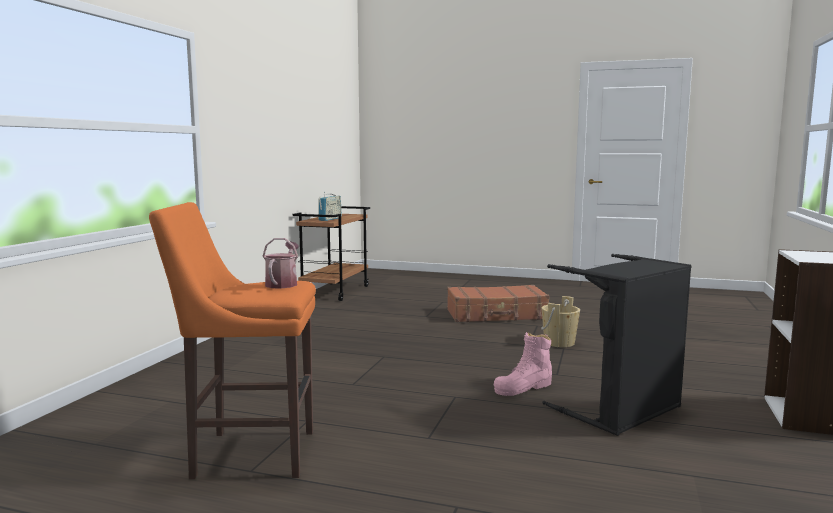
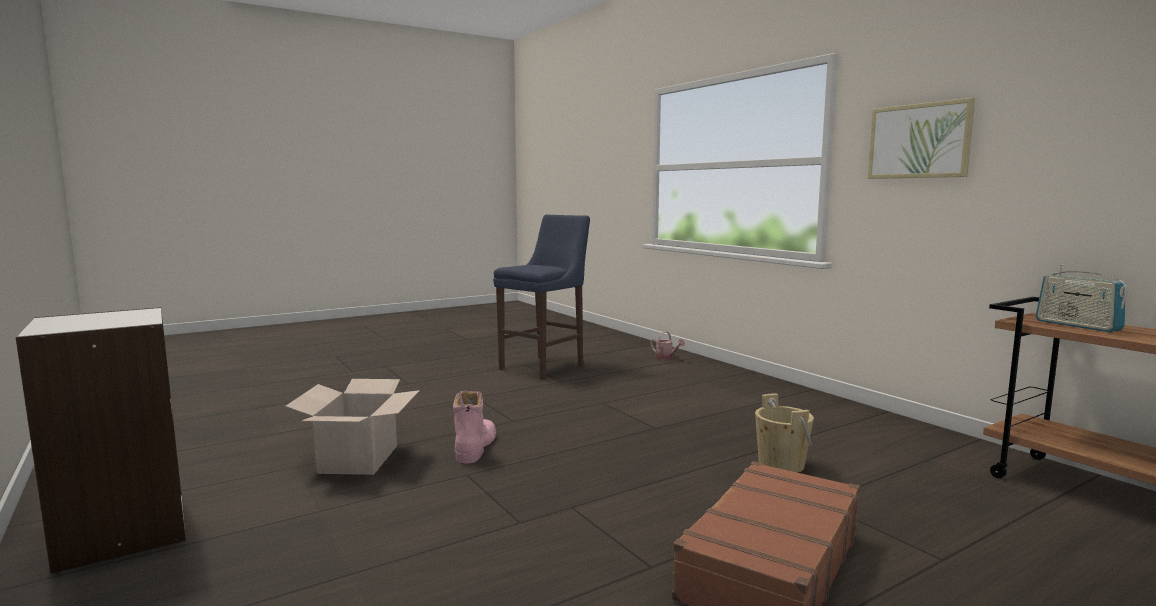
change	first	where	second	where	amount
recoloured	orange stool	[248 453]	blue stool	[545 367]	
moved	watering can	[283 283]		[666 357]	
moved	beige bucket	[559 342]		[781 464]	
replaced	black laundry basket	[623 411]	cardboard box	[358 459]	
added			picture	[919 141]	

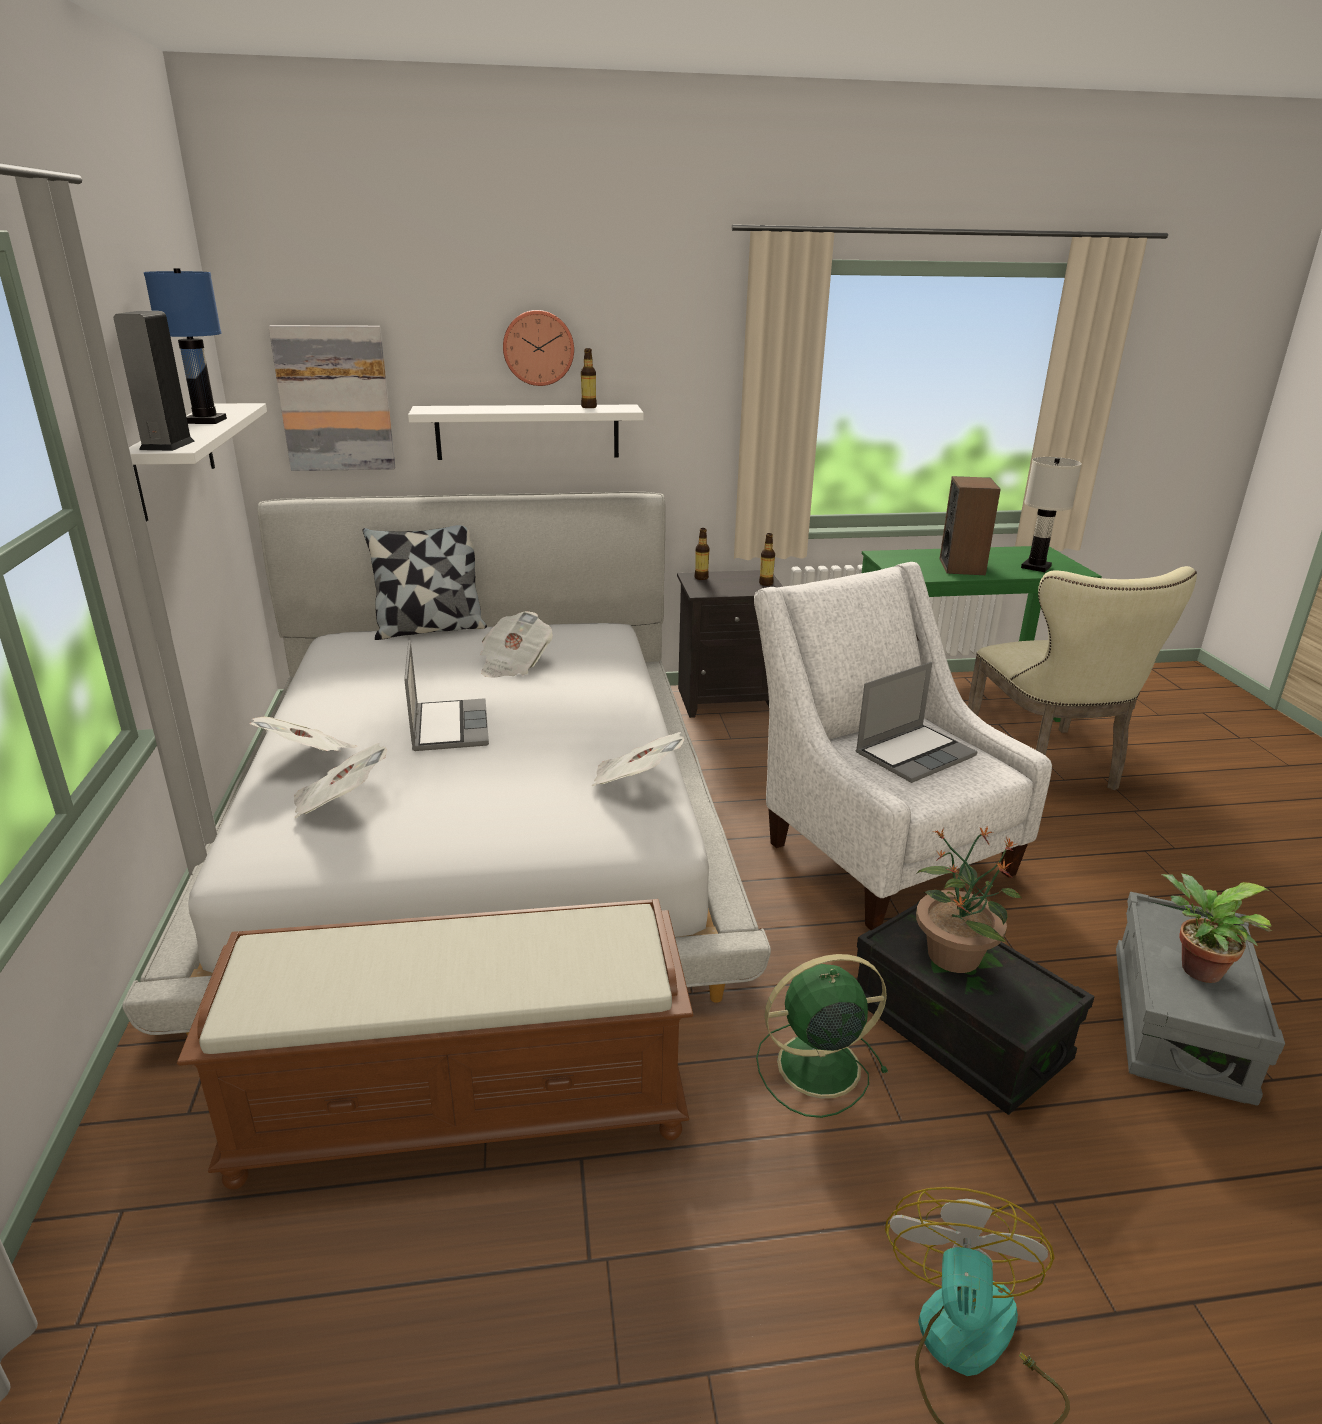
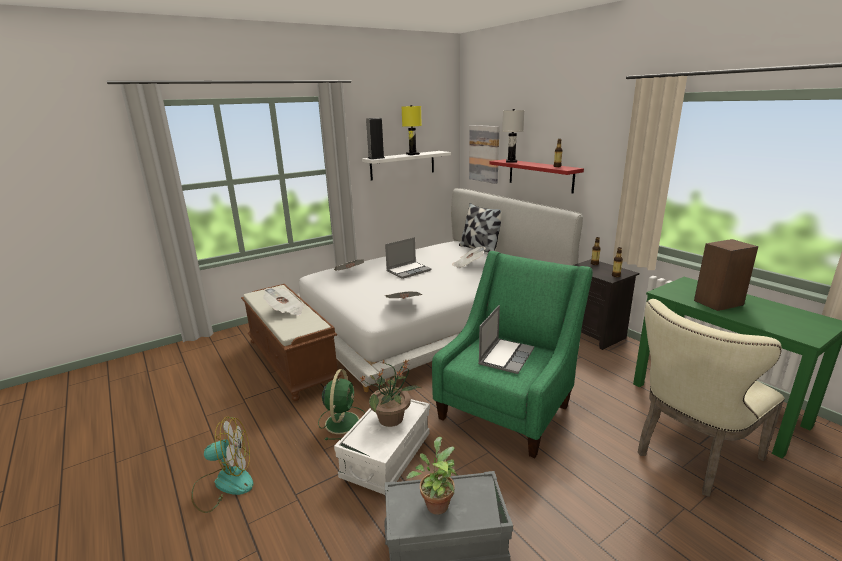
change	first	where	second	where	amount
recoloured	blue table lamp	[206 421]	yellow table lamp	[413 154]	
moved	newspaper	[308 756]		[286 311]	
recoloured	white shelf	[528 432]	red shelf	[540 175]	
removed	wall clock	[538 348]			
recoloured	white armchair	[878 849]	green armchair	[508 407]	
turned	green fan	[815 1066]		[342 421]	45 degrees clockwise
turned	laptop	[914 754]		[506 356]	90 degrees counterclockwise
recoloured	black storage box	[958 1030]	white storage box	[386 456]	
moved	white table lamp	[1035 567]		[511 161]	

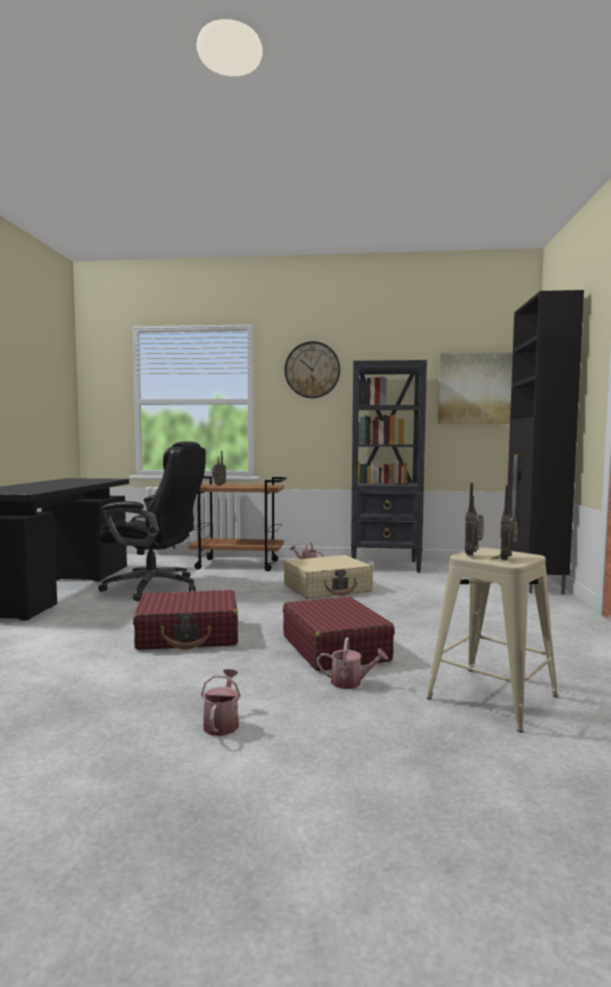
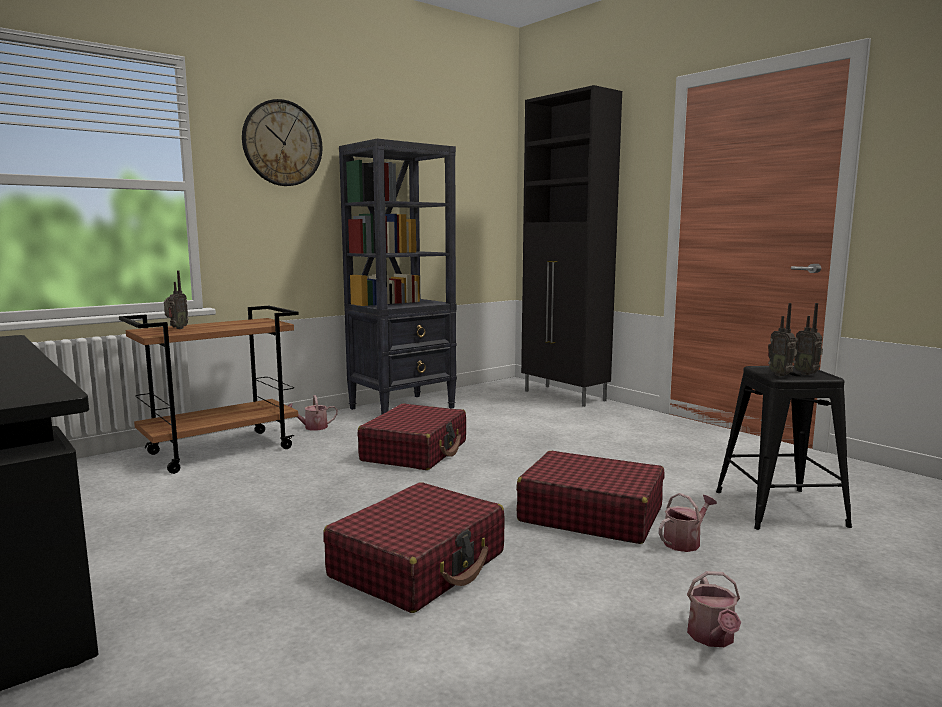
change	first	where	second	where	amount
removed	black office chair	[154 587]			
turned	watering can	[222 723]		[712 638]	135 degrees counterclockwise
recoloured	beige suitcase	[327 589]	red suitcase	[415 451]	
recoloured	beige stool	[492 697]	black stool	[779 508]	
removed	picture	[474 389]			

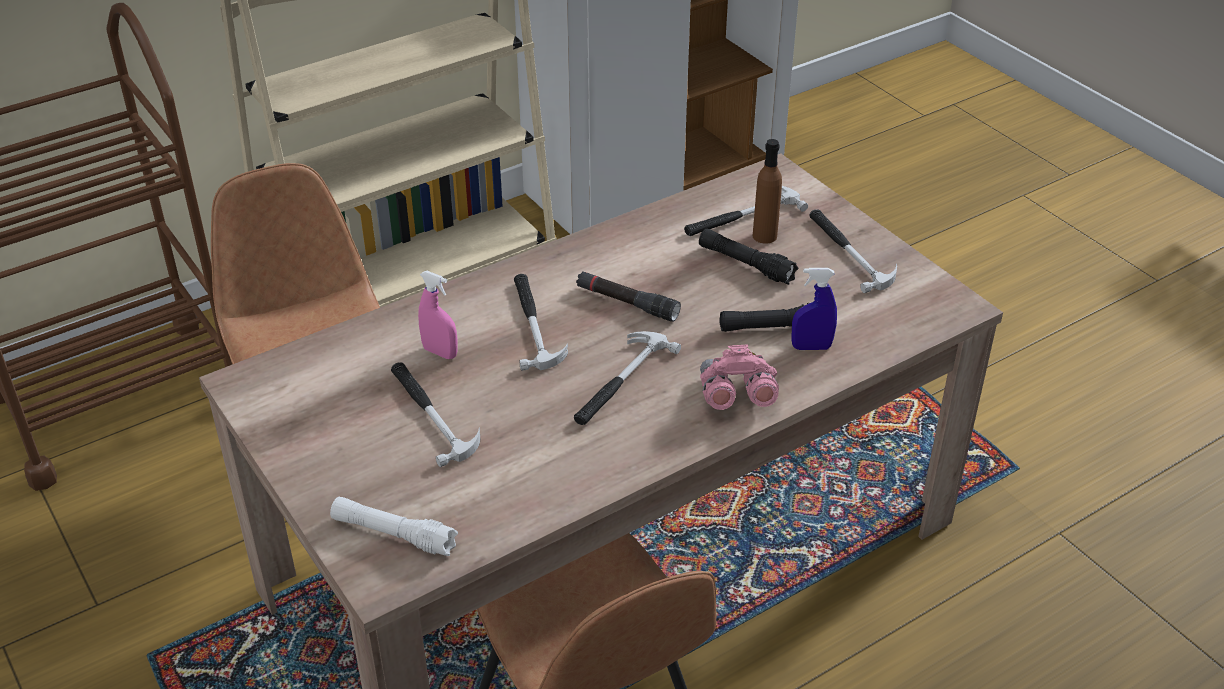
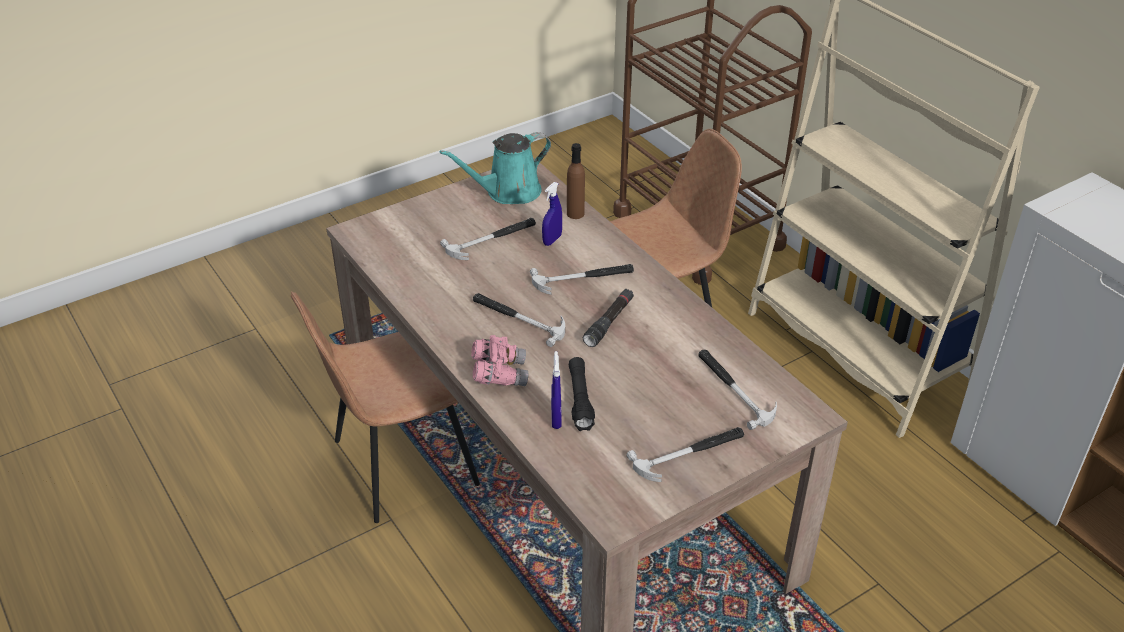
change	first	where	second	where	amount
removed	white flashlight	[393 534]			
recoloured	pink spray bottle	[440 352]	blue spray bottle	[552 240]	
removed	black flashlight	[746 264]			
moved	brown bottle	[764 236]		[575 214]	
added			turquoise watering can	[508 192]	

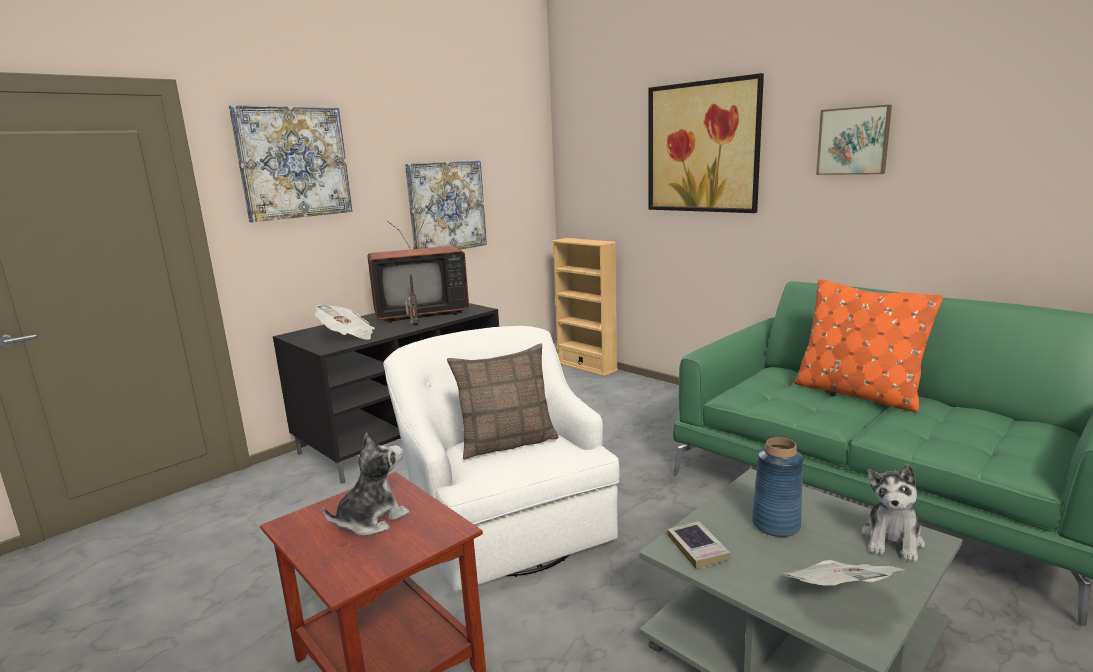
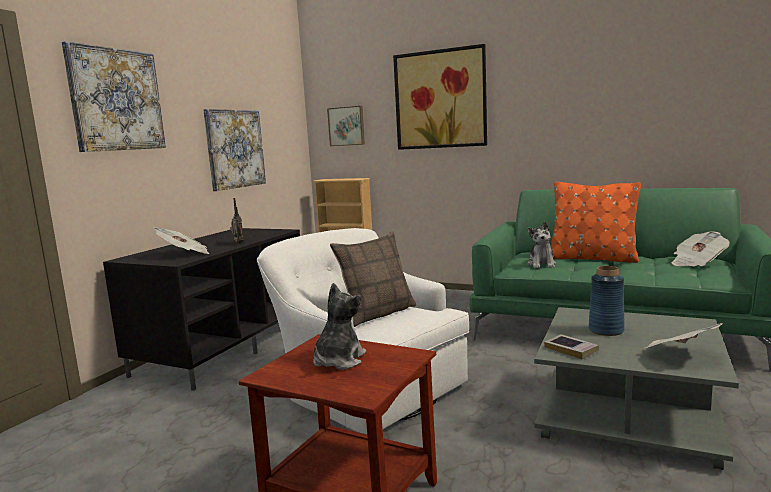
change	first	where	second	where	amount
removed	television	[419 313]			
moved	picture	[853 141]		[347 126]	
moved	plush toy	[892 540]		[541 264]	
added			newspaper	[697 263]	

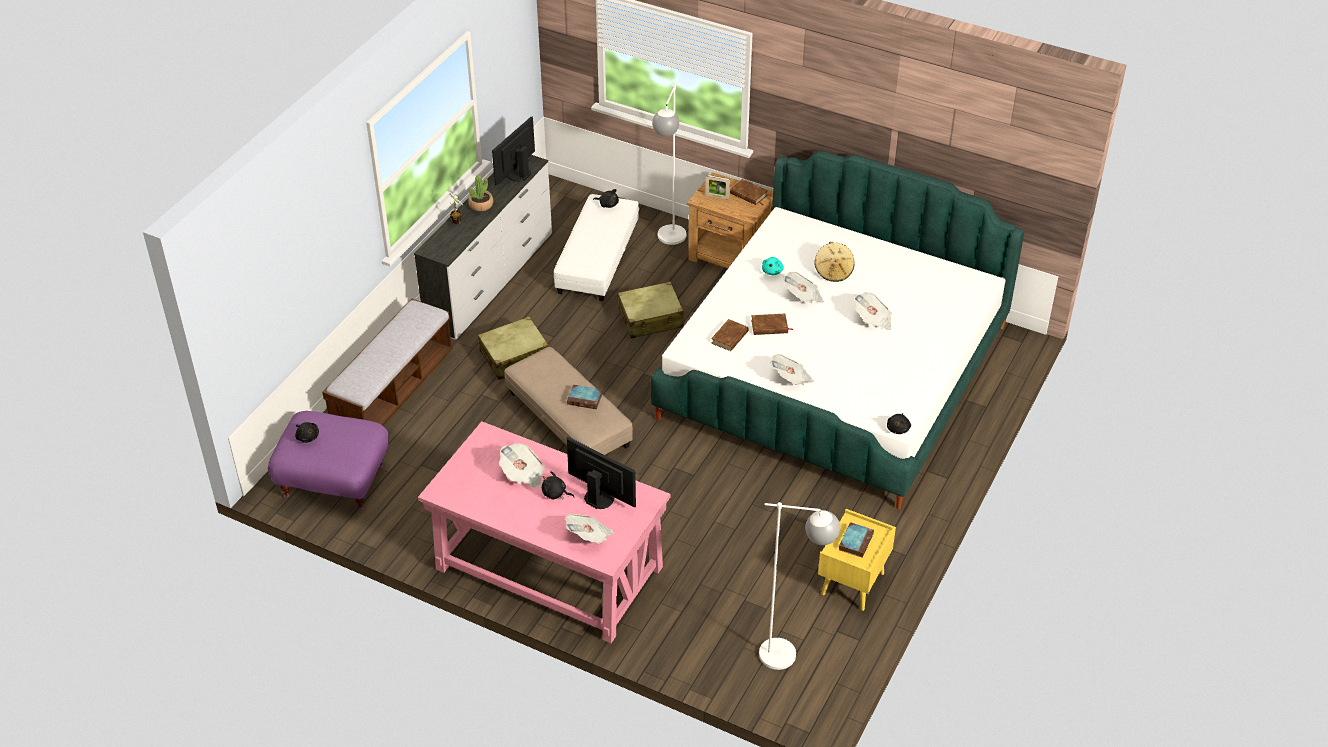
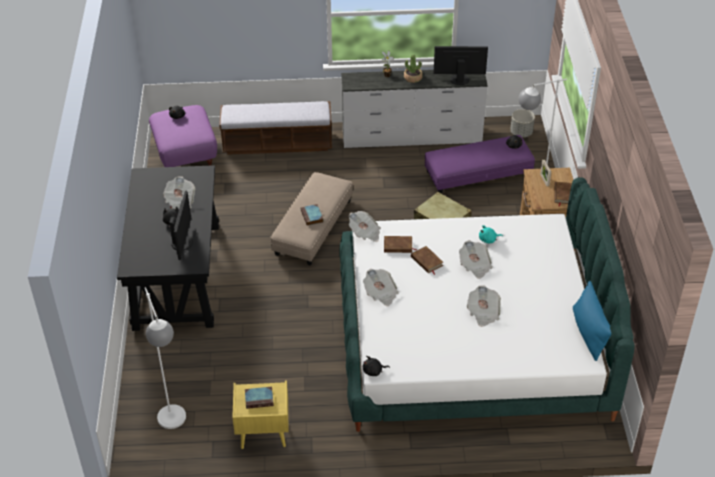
change	first	where	second	where	amount
recoloured	pink desk	[549 568]	black desk	[177 275]	
removed	beige suitcase	[515 356]			
recoloured	white ottoman	[597 259]	purple ottoman	[478 174]	
moved	newspaper	[589 536]		[365 233]	
removed	beige hat	[833 271]			
added			grey planter	[521 133]	
added			blue pillow	[589 333]	

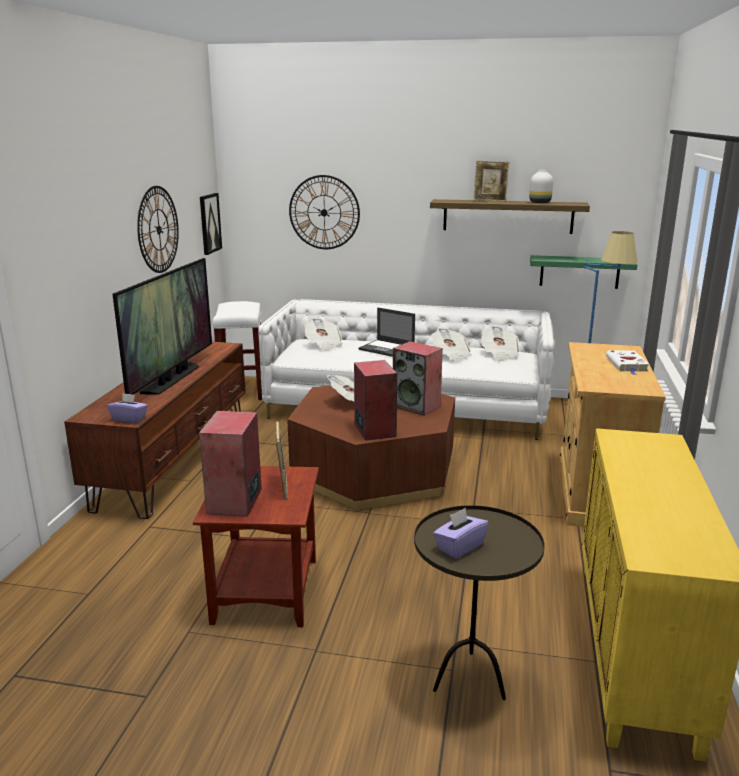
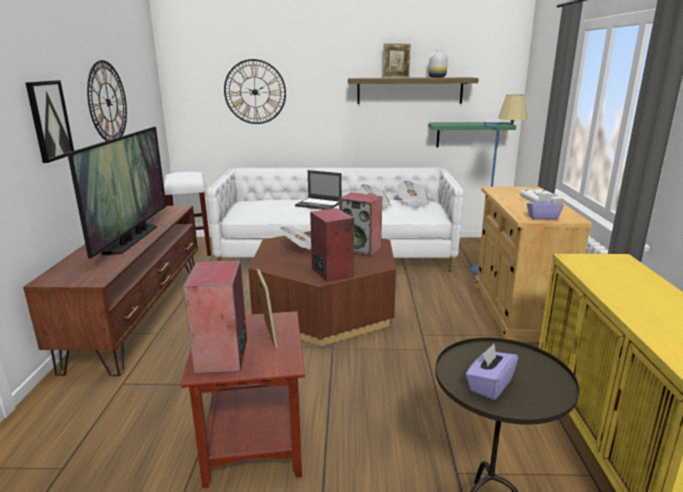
change	first	where	second	where	amount
moved	purple tissue box	[129 419]		[542 217]	
moved	picture	[209 223]		[49 120]	
removed	newspaper	[323 344]			

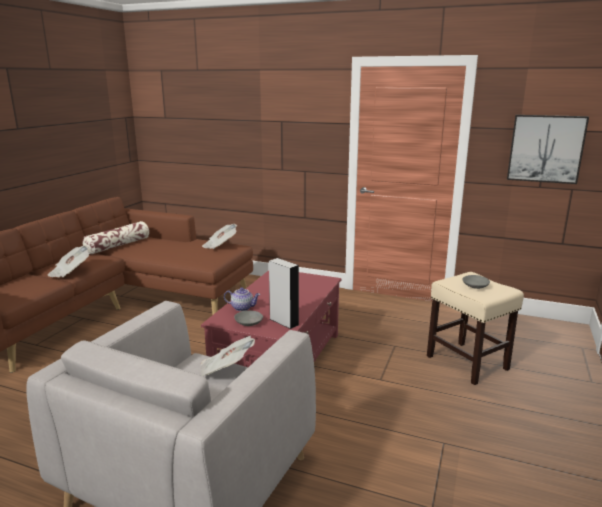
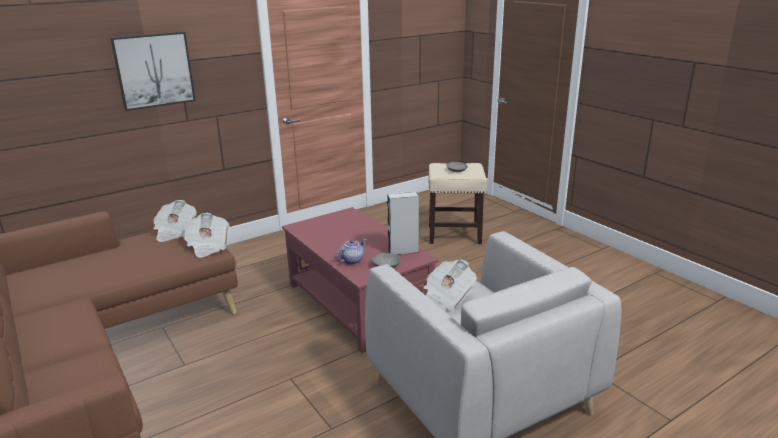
change	first	where	second	where	amount
moved	newspaper	[70 272]		[208 246]	
removed	pillow	[118 245]			
moved	picture	[545 148]		[154 70]	

